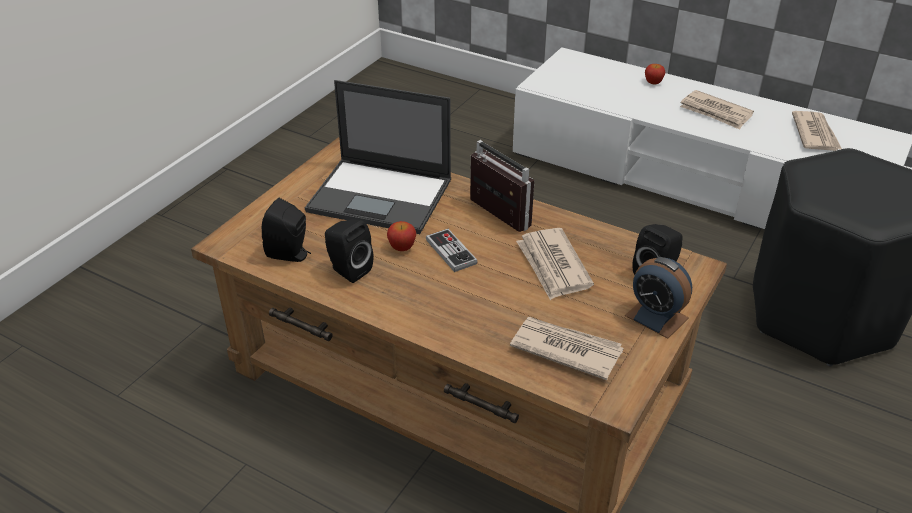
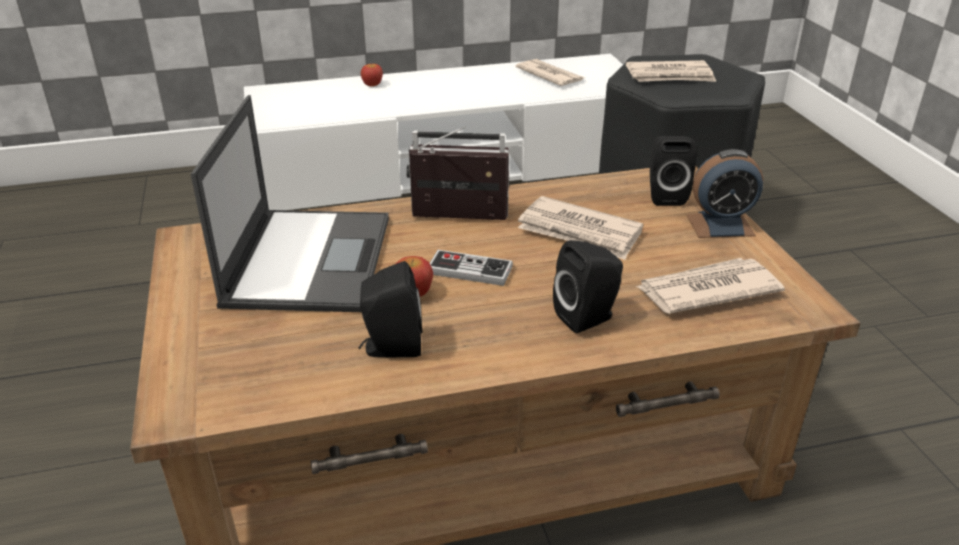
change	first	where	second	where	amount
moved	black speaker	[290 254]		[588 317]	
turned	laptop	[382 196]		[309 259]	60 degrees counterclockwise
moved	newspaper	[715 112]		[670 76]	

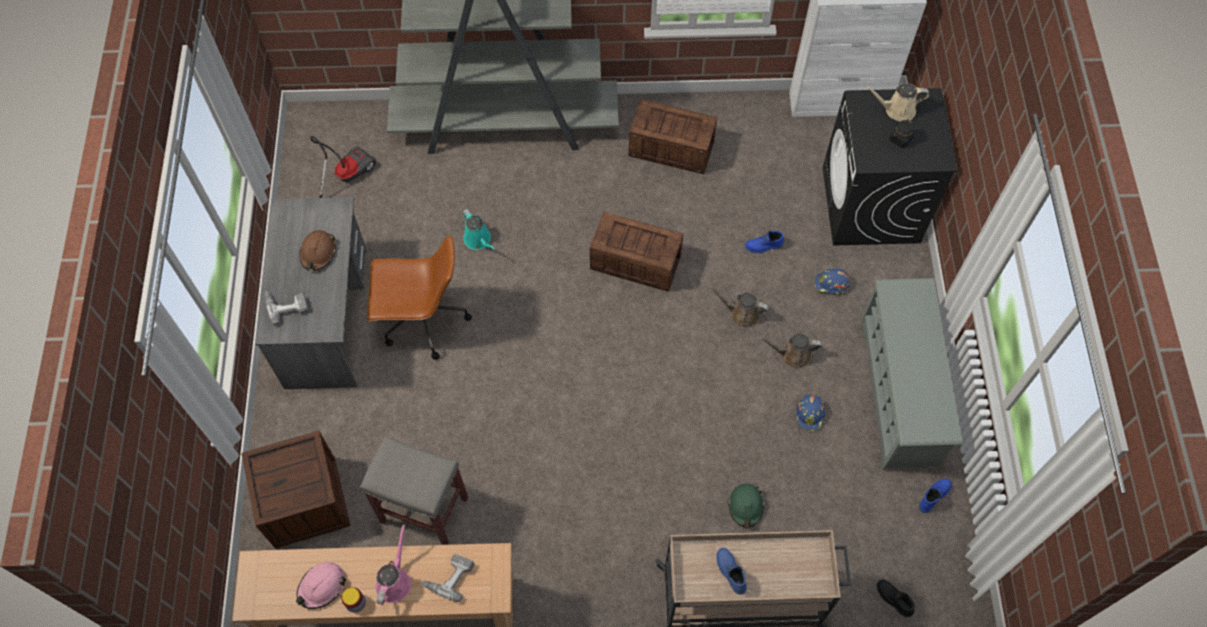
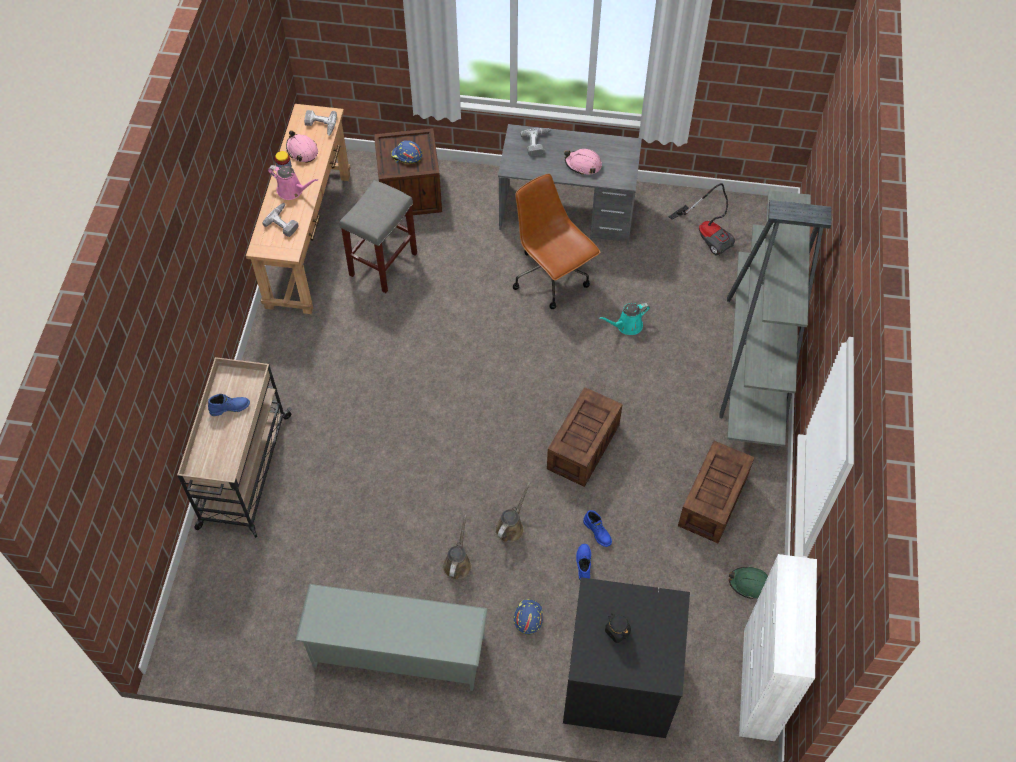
change	first	where	second	where	amount
recoloured	brown hard hat	[318 253]	pink hard hat	[583 164]	
turned	brown office chair	[423 321]		[552 278]	135 degrees clockwise
moved	green hard hat	[746 506]		[749 584]	
moved	blue hard hat	[810 414]		[406 156]	
removed	beige watering can	[897 110]			
removed	black boot	[893 599]			
moved	blue boot	[933 495]		[598 532]	
added			power drill	[320 126]	

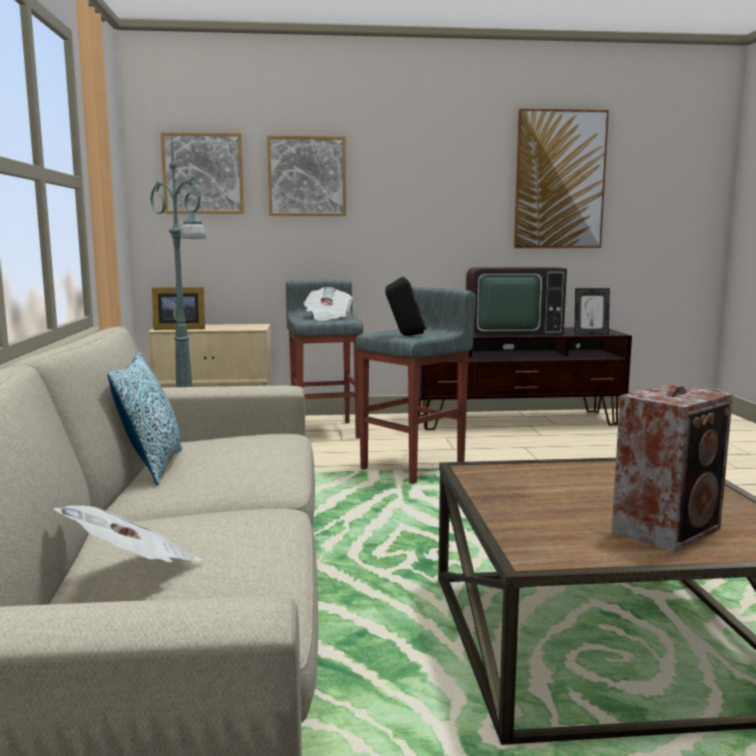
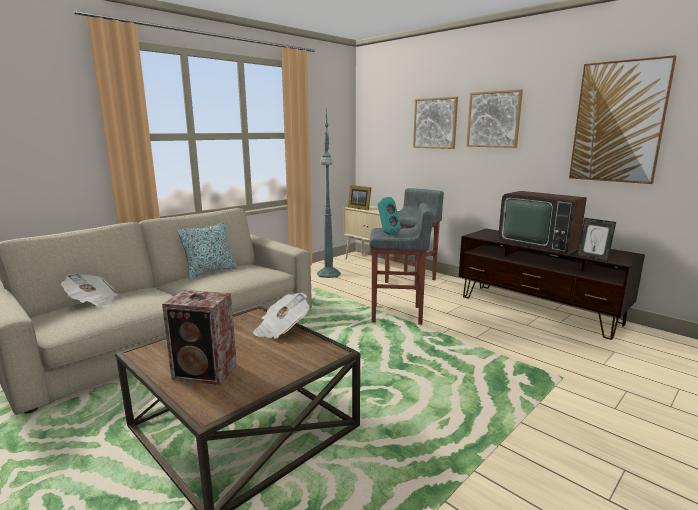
change	first	where	second	where	amount
moved	picture	[203 173]		[494 119]	
moved	newspaper	[327 317]		[281 329]	
recoloured	black speaker	[405 335]	turquoise speaker	[387 233]	

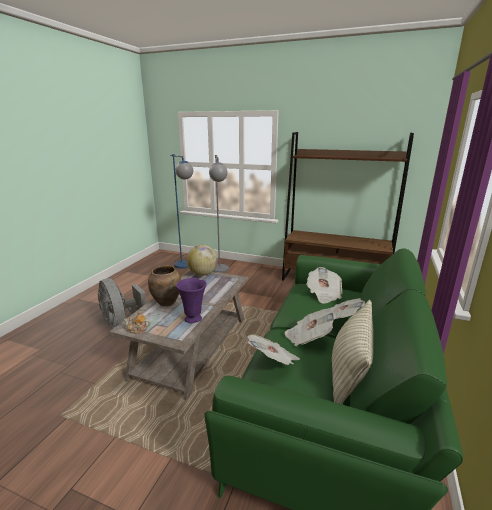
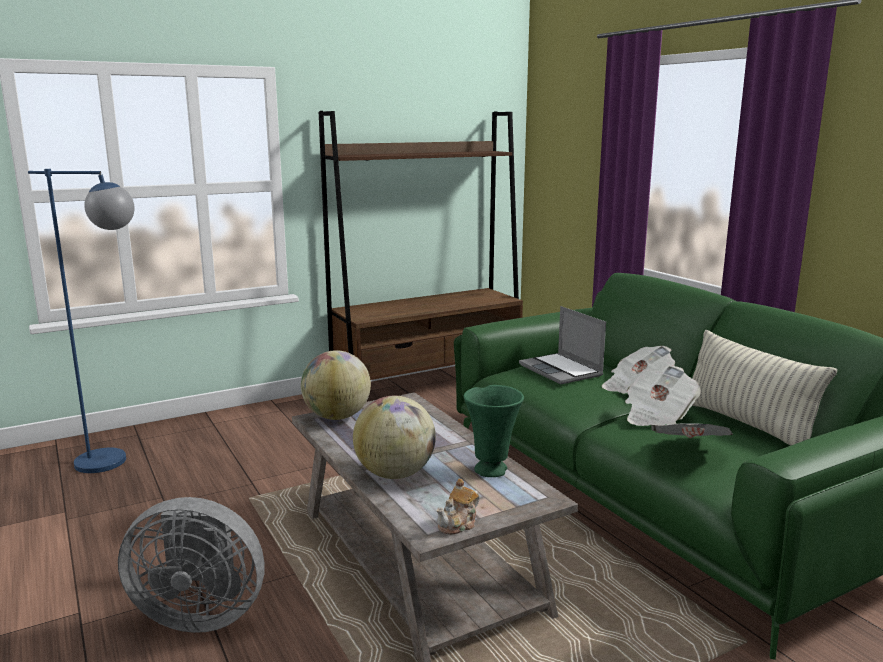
change	first	where	second	where	amount
replaced	brown vase	[167 302]	globe	[395 474]	
recoloured	purple vase	[194 319]	green vase	[492 469]	
removed	grey floor lamp	[220 271]			
replaced	newspaper	[323 294]	laptop	[562 370]	

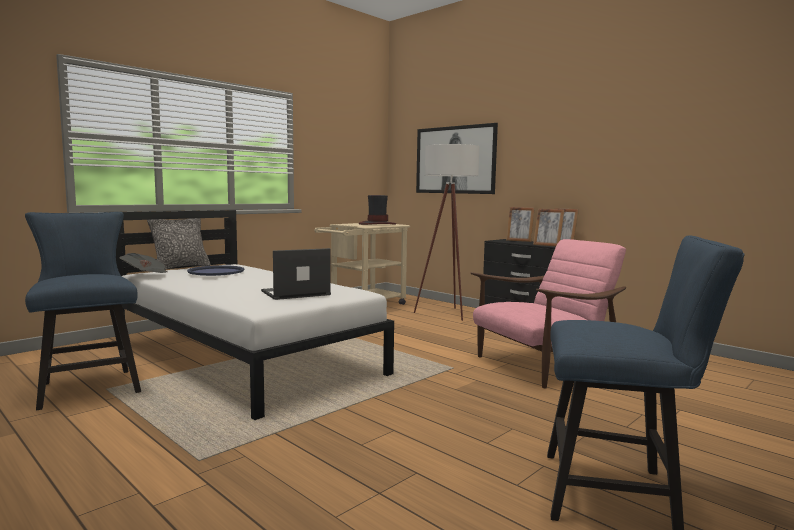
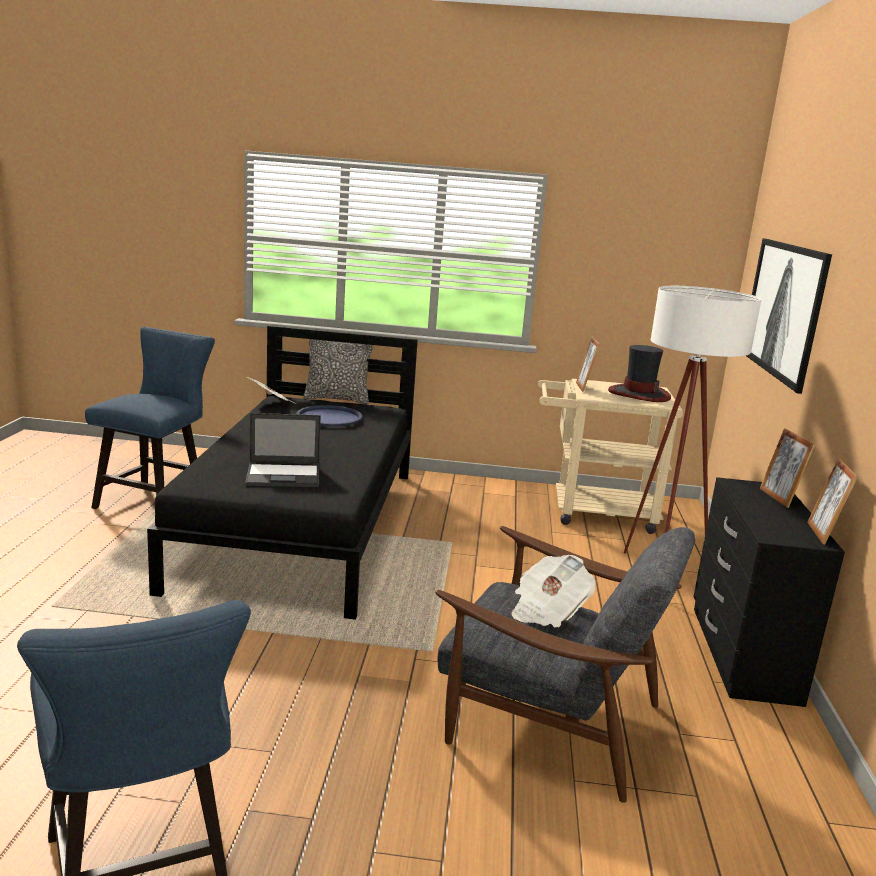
change	first	where	second	where	amount
recoloured	white bed	[244 357]	black bed	[303 526]	
turned	laptop	[295 293]		[284 476]	150 degrees clockwise
recoloured	pink armchair	[543 365]	grey armchair	[548 719]	
moved	picture frame	[547 245]		[584 387]	
added			newspaper	[547 610]	

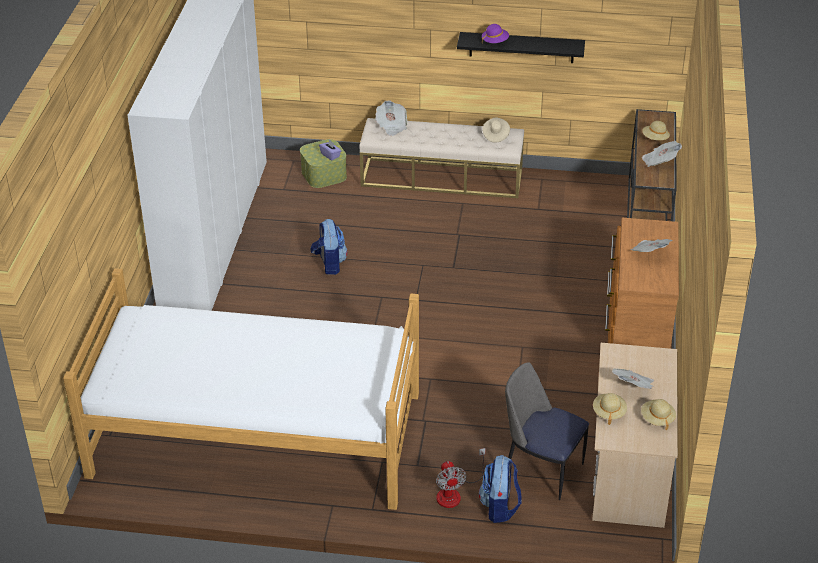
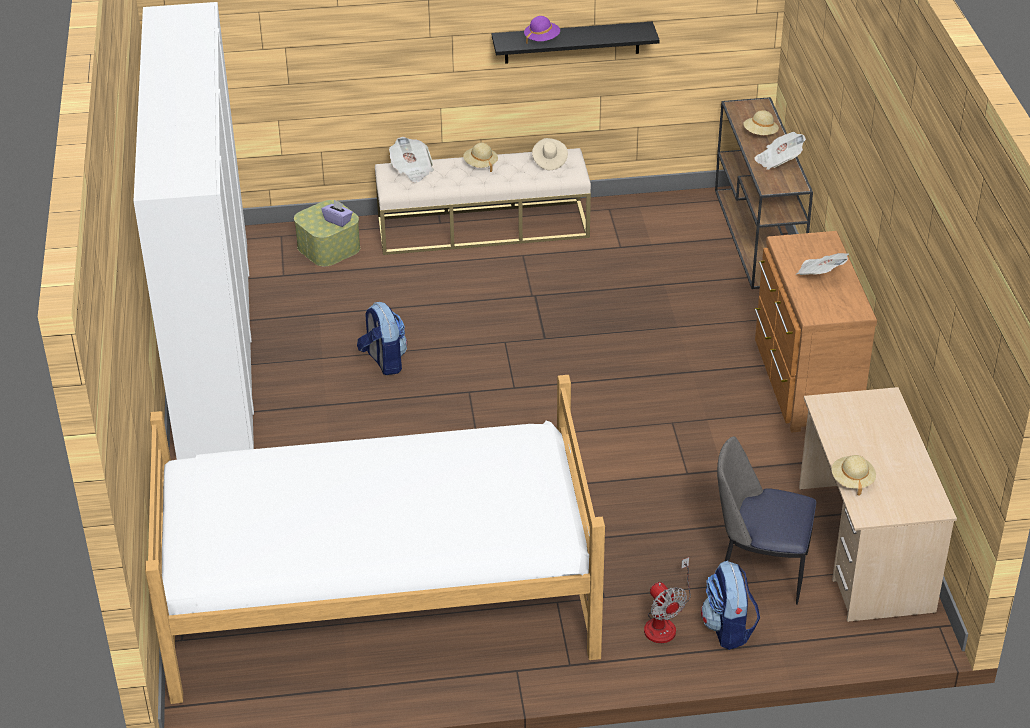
change	first	where	second	where	amount
removed	newspaper	[633 387]			
moved	beige hat	[657 419]		[480 164]	

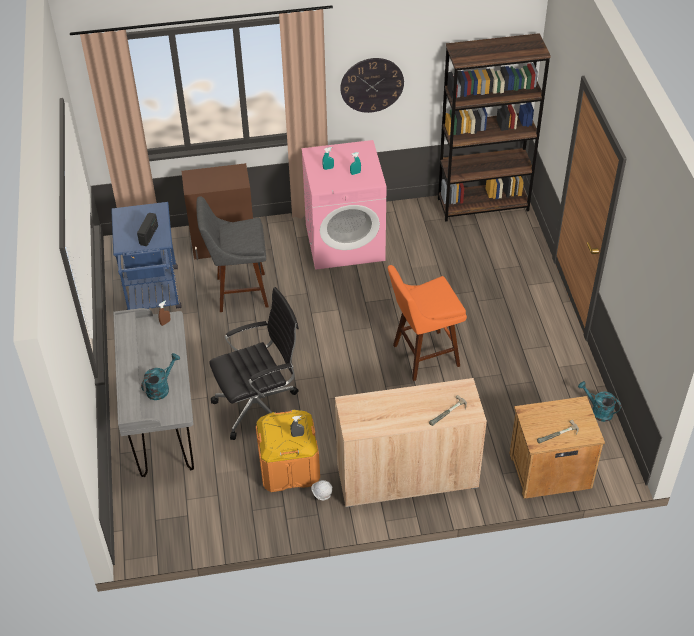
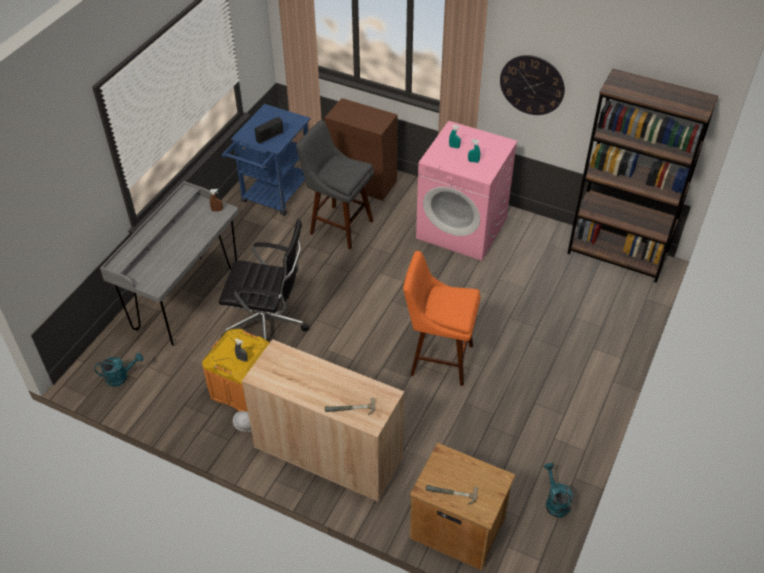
change	first	where	second	where	amount
moved	turquoise watering can	[161 388]		[121 377]	

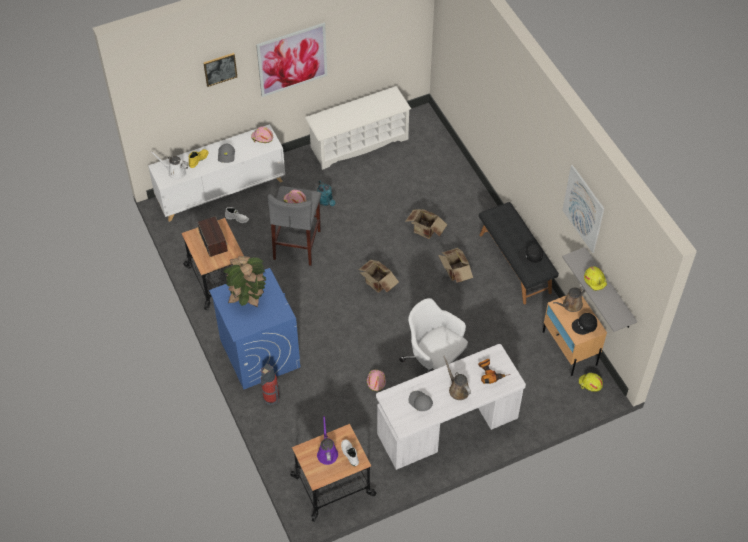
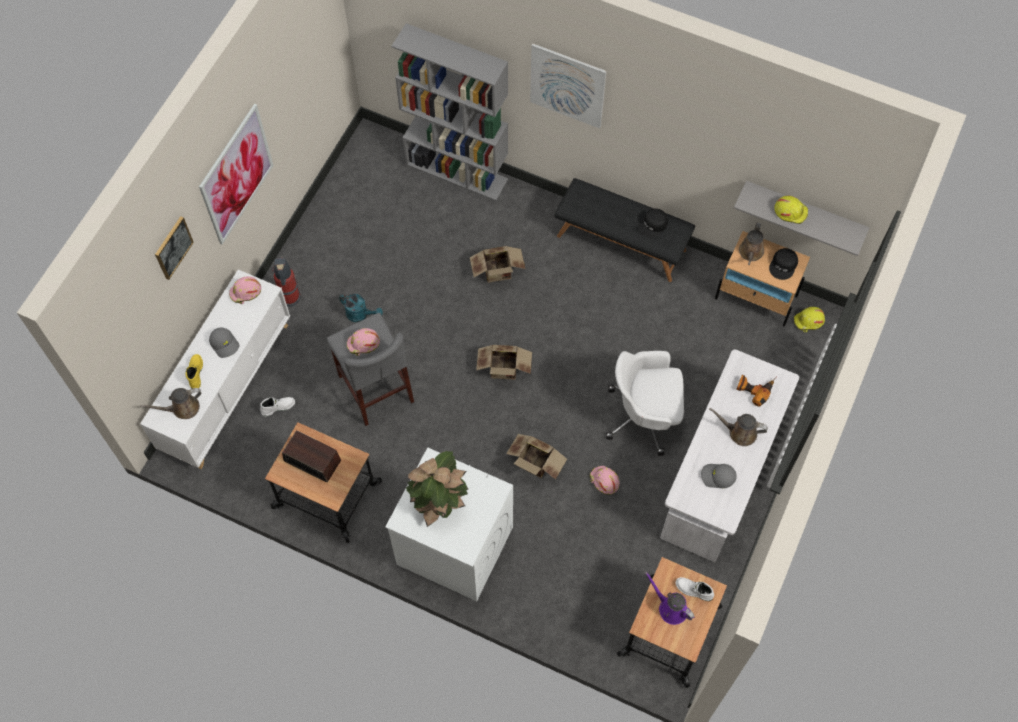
change	first	where	second	where	amount
recoloured	white watering can	[175 172]	brown watering can	[182 408]	
recoloured	blue washing machine	[259 353]	white washing machine	[454 546]	
moved	fire extinguisher	[270 398]		[290 298]	
removed	white shoe rack	[359 143]			
moved	cardboard box	[454 273]		[535 465]	
moved	picture	[583 209]		[567 86]	
added			grey bookcase	[457 171]	

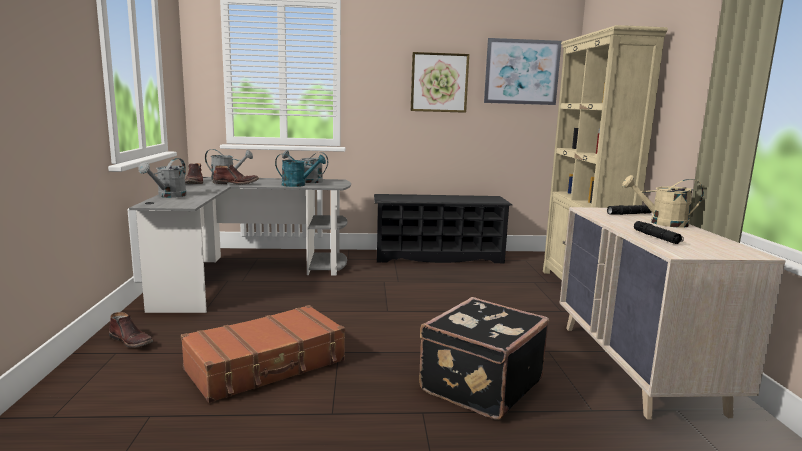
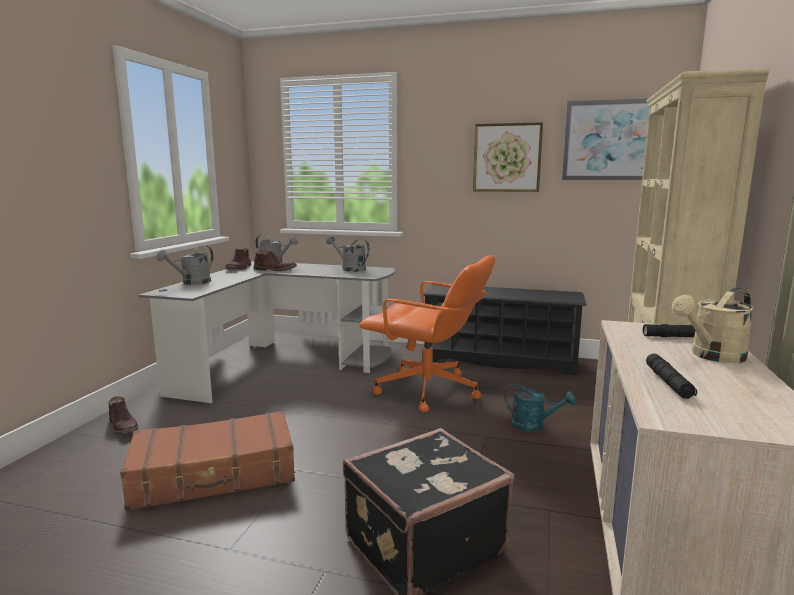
change	first	where	second	where	amount
moved	turquoise watering can	[298 185]		[534 426]	
turned	beige watering can	[661 223]		[712 356]	60 degrees counterclockwise
added			orange office chair	[428 391]	

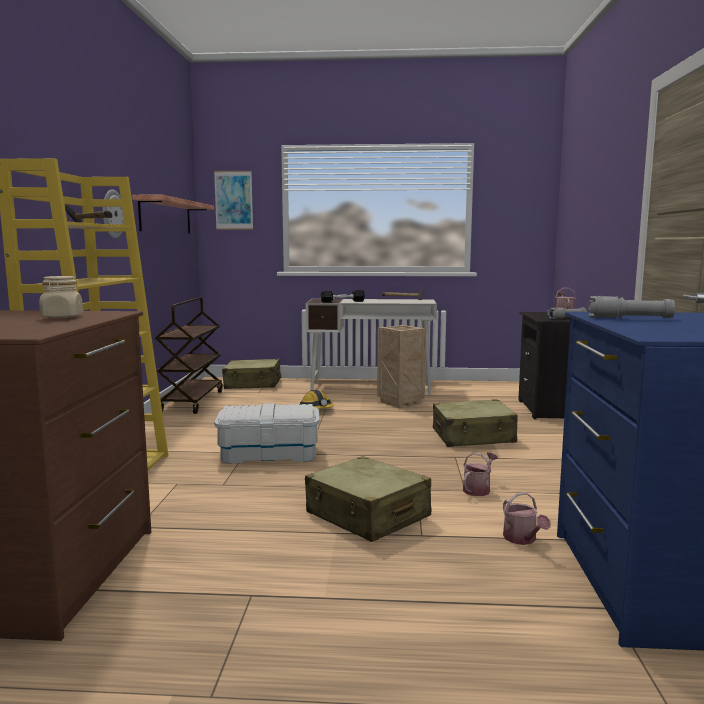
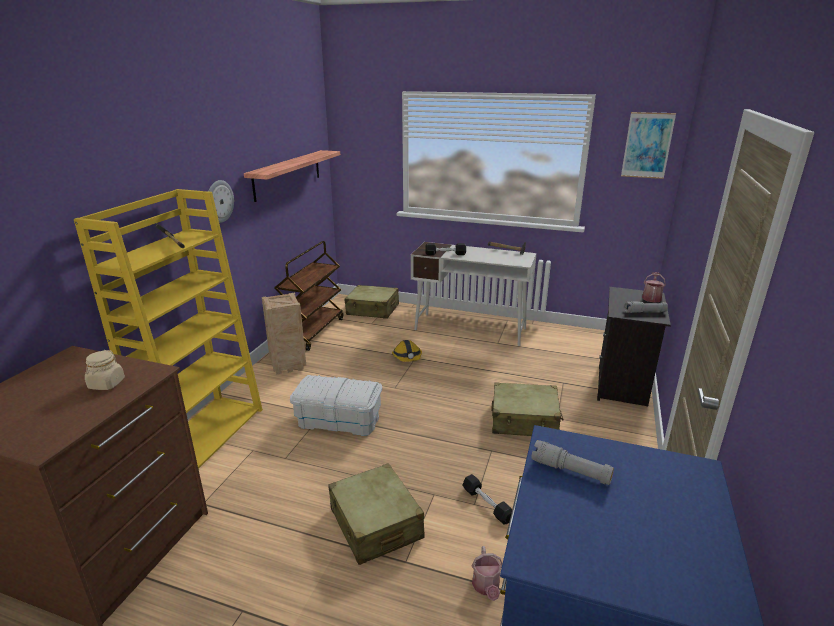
change	first	where	second	where	amount
moved	picture	[233 200]		[647 145]	
moved	crate	[400 402]		[288 365]	
replaced	watering can	[478 489]	black dumbbell	[486 504]	

